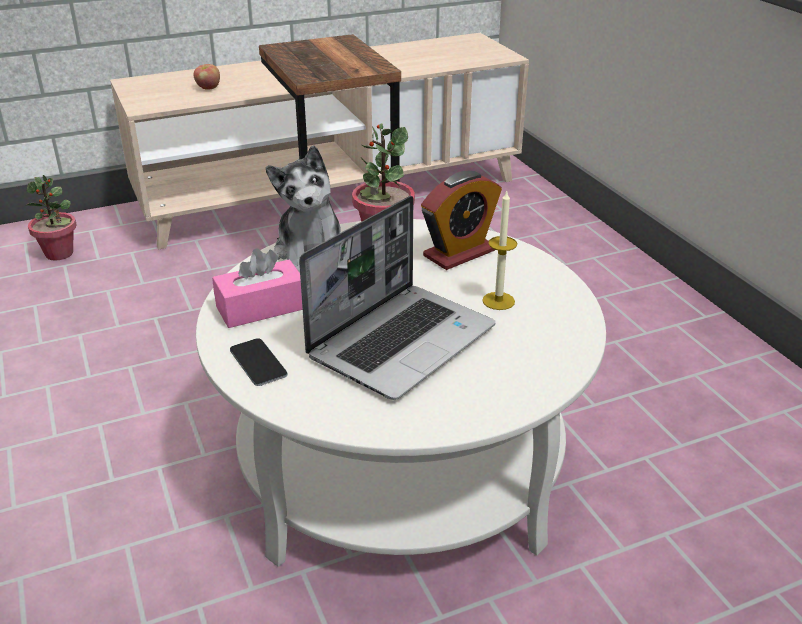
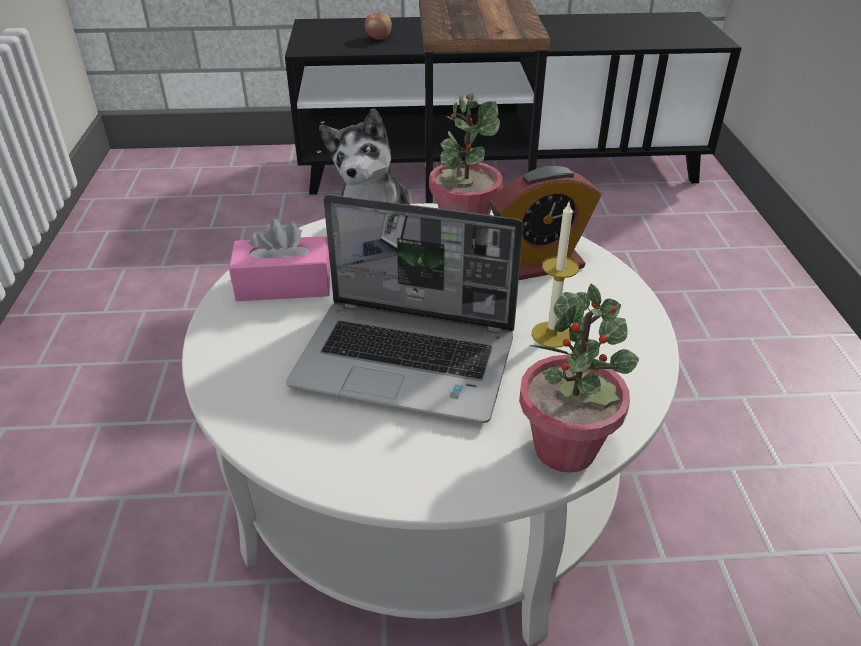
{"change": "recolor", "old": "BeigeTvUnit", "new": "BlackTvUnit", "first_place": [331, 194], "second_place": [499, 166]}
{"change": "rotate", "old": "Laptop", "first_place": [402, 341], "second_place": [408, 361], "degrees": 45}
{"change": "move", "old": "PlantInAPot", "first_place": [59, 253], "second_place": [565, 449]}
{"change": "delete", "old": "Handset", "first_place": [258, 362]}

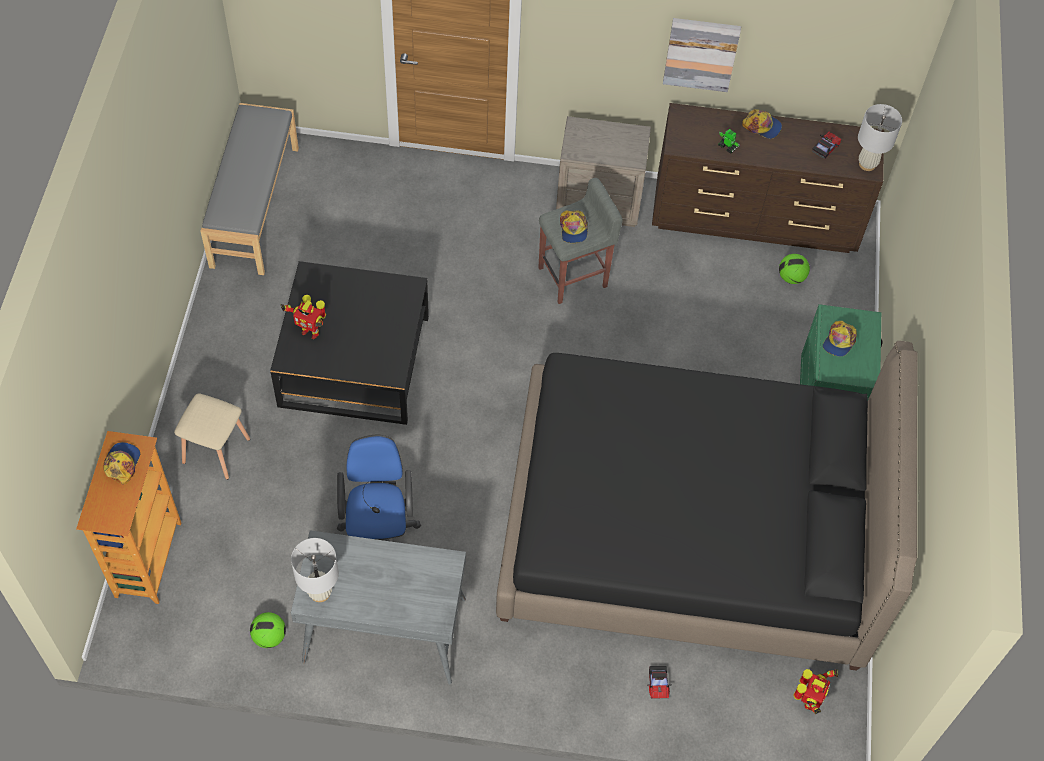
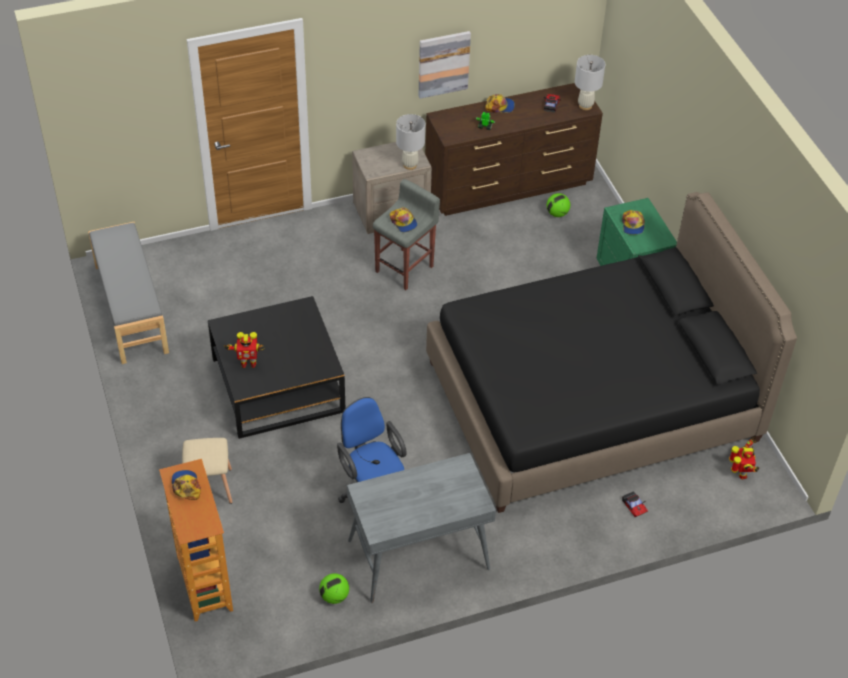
{"change": "move", "old": "WhitishTabletopLamp", "first_place": [320, 592], "second_place": [410, 165]}

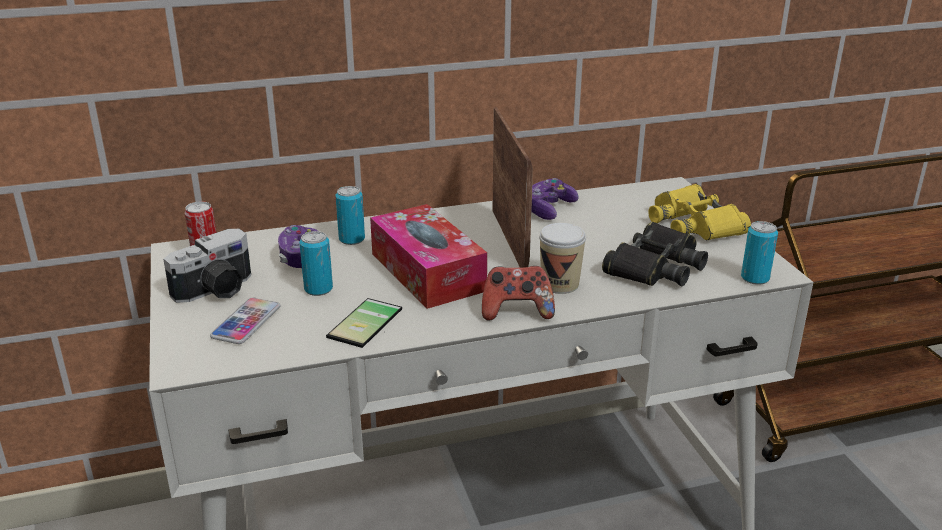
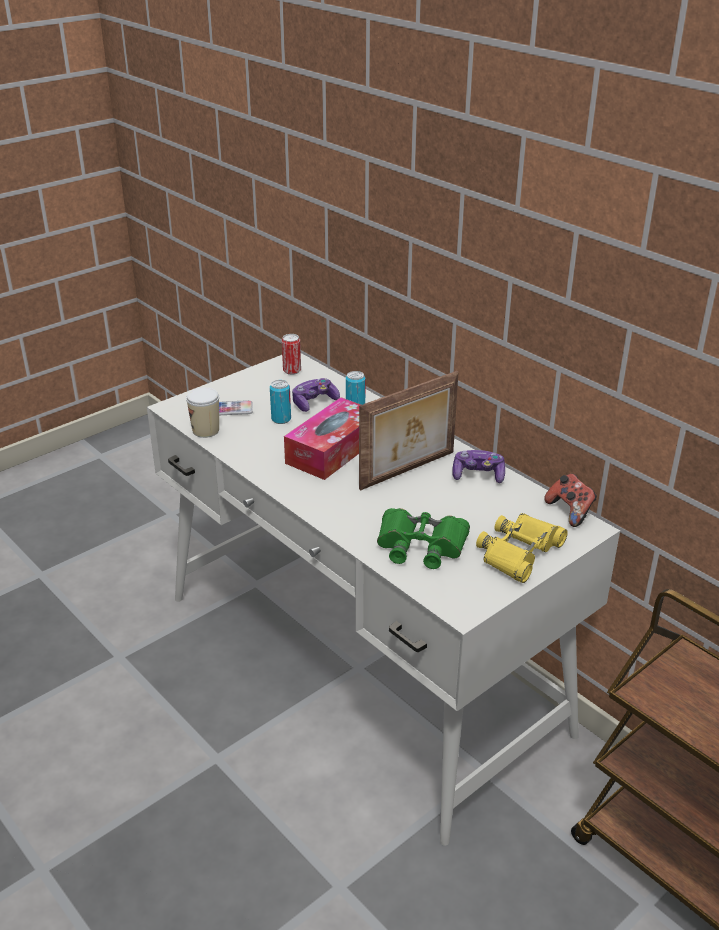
{"change": "move", "old": "SmallCup", "first_place": [560, 284], "second_place": [205, 430]}
{"change": "recolor", "old": "BlackPairOfBinoculars", "new": "GreenPairOfBinoculars", "first_place": [655, 266], "second_place": [421, 545]}
{"change": "move", "old": "Gamepad", "first_place": [517, 311], "second_place": [570, 511]}
{"change": "delete", "old": "PhotoCamera", "first_place": [217, 290]}
{"change": "delete", "old": "Handset", "first_place": [369, 324]}
{"change": "delete", "old": "Can", "first_place": [755, 278]}

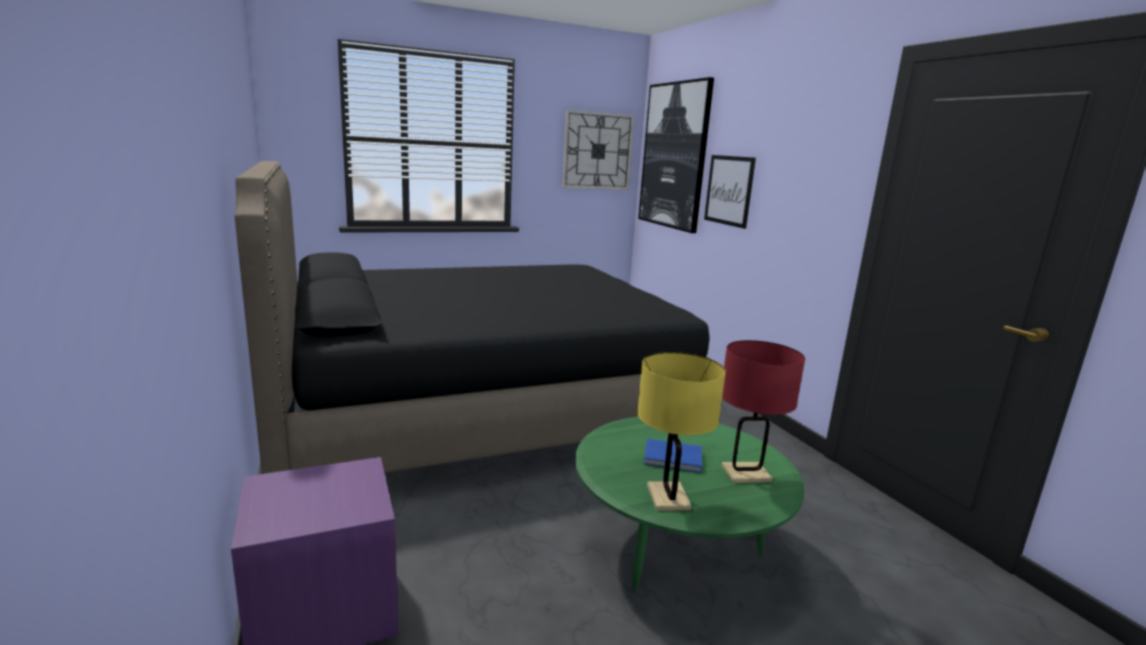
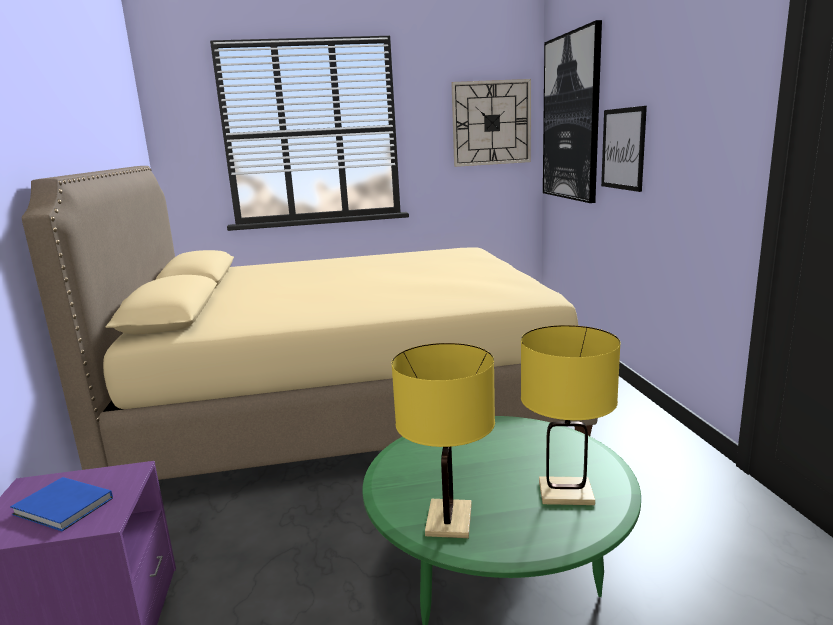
{"change": "move", "old": "BlueBook", "first_place": [674, 459], "second_place": [63, 507]}
{"change": "recolor", "old": "BlackSleepingBed", "new": "BeigeSleepingBed", "first_place": [481, 406], "second_place": [349, 402]}
{"change": "recolor", "old": "ReddishTabletopLamp", "new": "YellowTabletopLamp", "first_place": [746, 474], "second_place": [565, 493]}

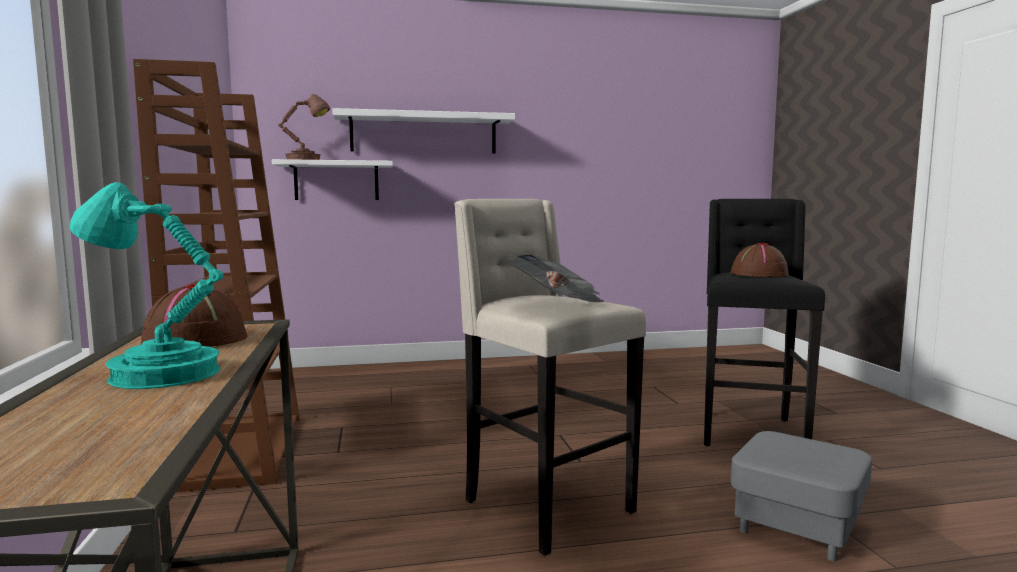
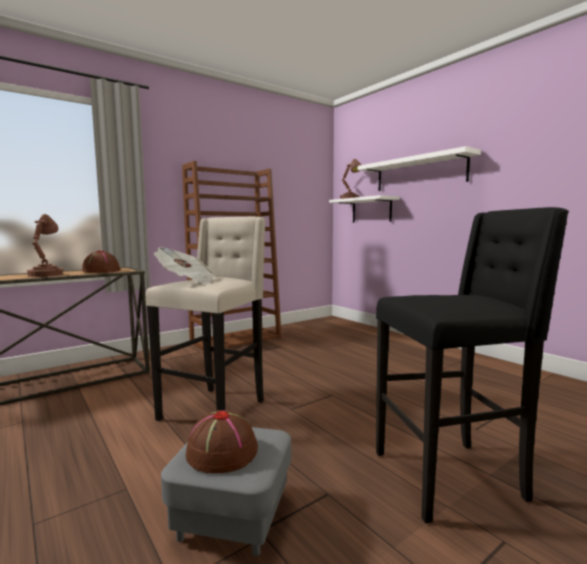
{"change": "recolor", "old": "TurquoiseColouredTabletopLamp", "new": "BrownTabletopLamp", "first_place": [157, 374], "second_place": [46, 274]}
{"change": "move", "old": "BrownClothingHat", "first_place": [758, 275], "second_place": [221, 452]}

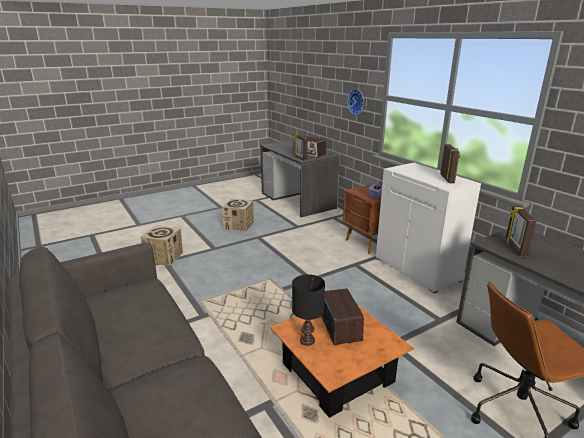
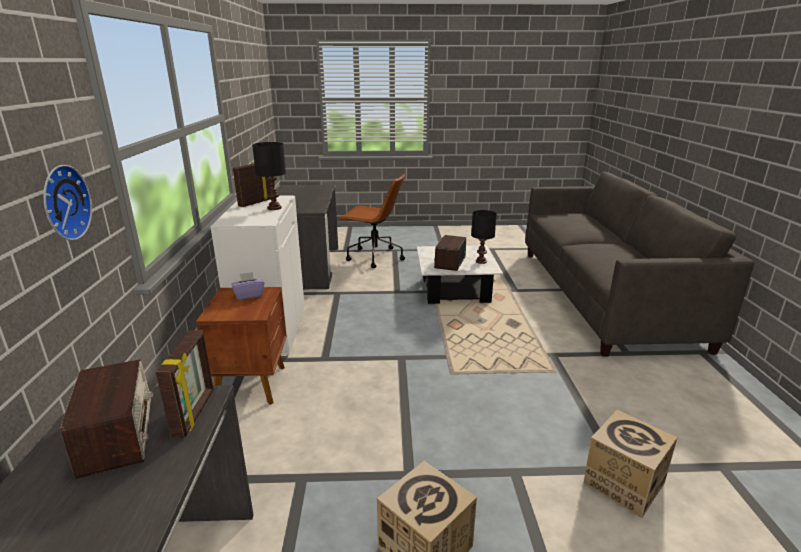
{"change": "insert", "new": "BlackTabletopLamp", "second_place": [273, 208]}
{"change": "recolor", "old": "OrangeColouredLowTable", "new": "WhitishLowTable", "first_place": [337, 372], "second_place": [455, 290]}
{"change": "delete", "old": "PhotoFrame", "first_place": [515, 248]}

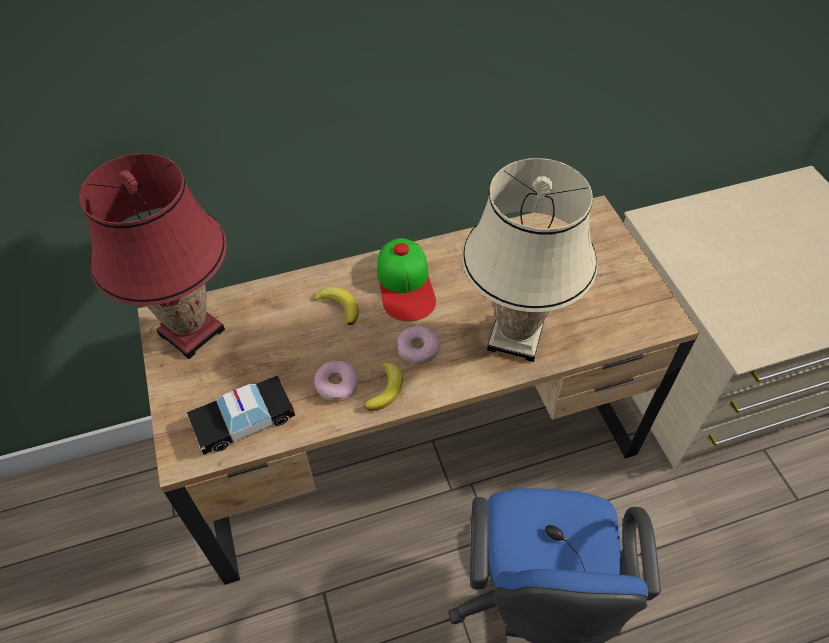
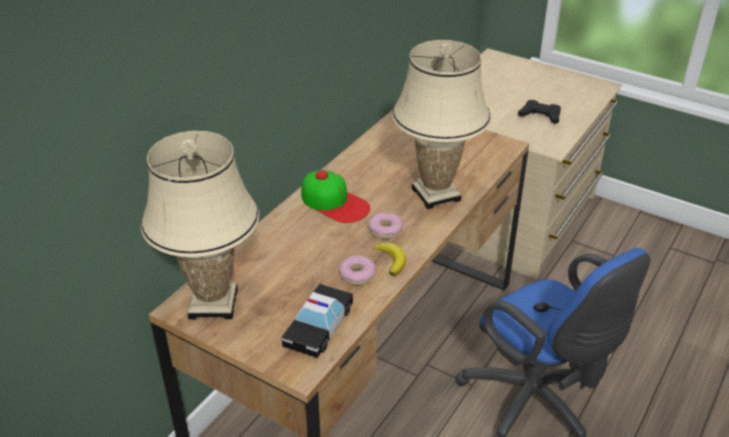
{"change": "recolor", "old": "ReddishTabletopLamp", "new": "BeigeTabletopLamp", "first_place": [191, 332], "second_place": [213, 304]}
{"change": "insert", "new": "BlackGamepad", "second_place": [540, 115]}
{"change": "delete", "old": "WholeBanana", "first_place": [340, 306]}

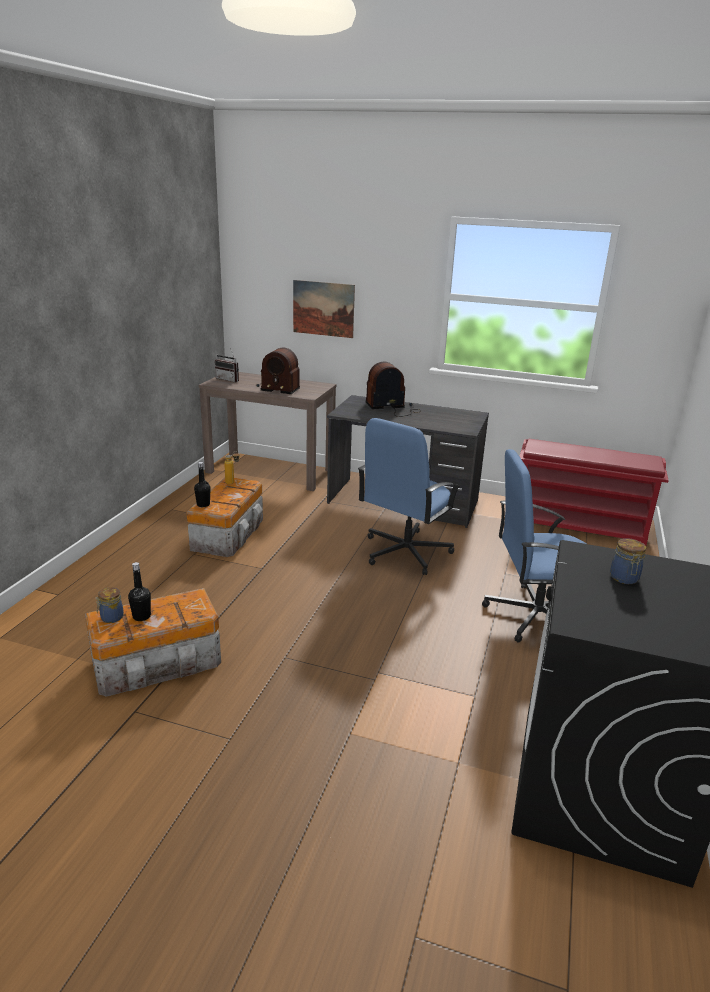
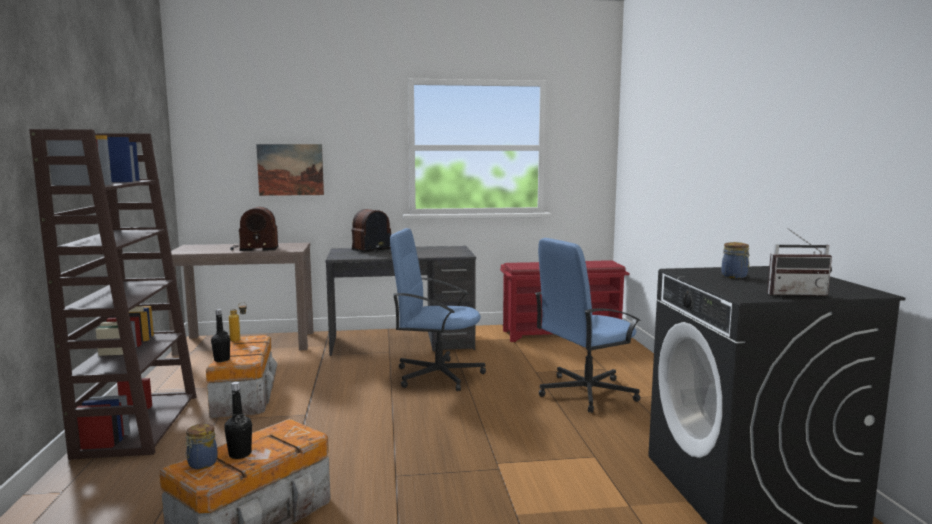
{"change": "insert", "new": "BrownShelvingUnit", "second_place": [138, 424]}
{"change": "rotate", "old": "BlueComputerChair", "first_place": [405, 552], "second_place": [437, 375], "degrees": 90}
{"change": "move", "old": "Radio", "first_place": [229, 379], "second_place": [794, 294]}

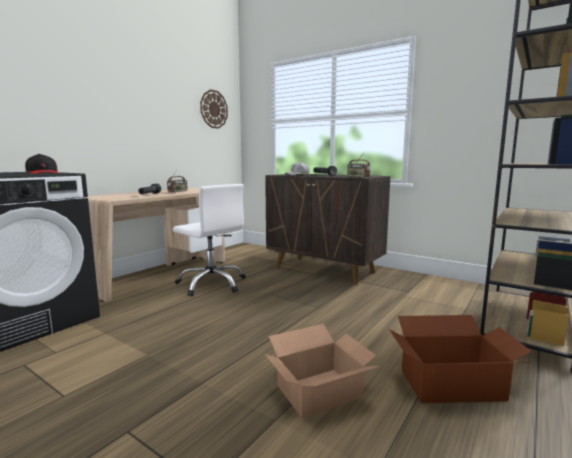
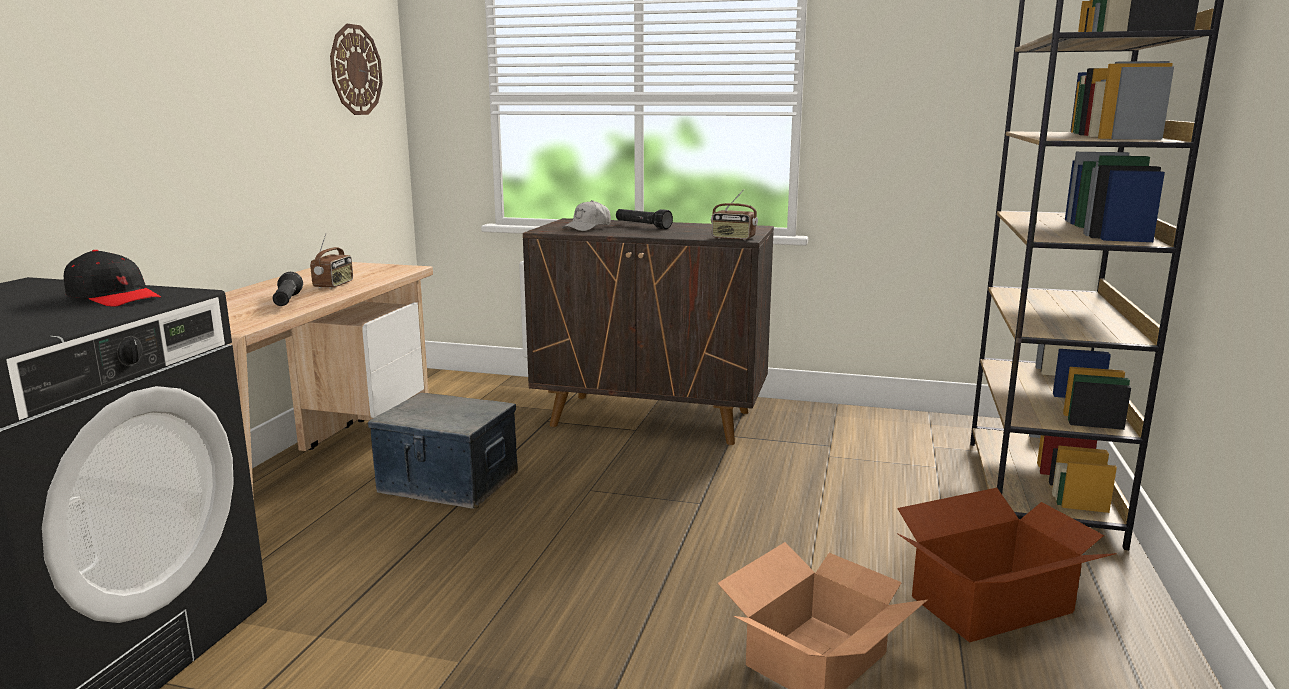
{"change": "replace", "old": "WhitishComputerChair", "new": "StorageContainer", "first_place": [212, 284], "second_place": [448, 483]}

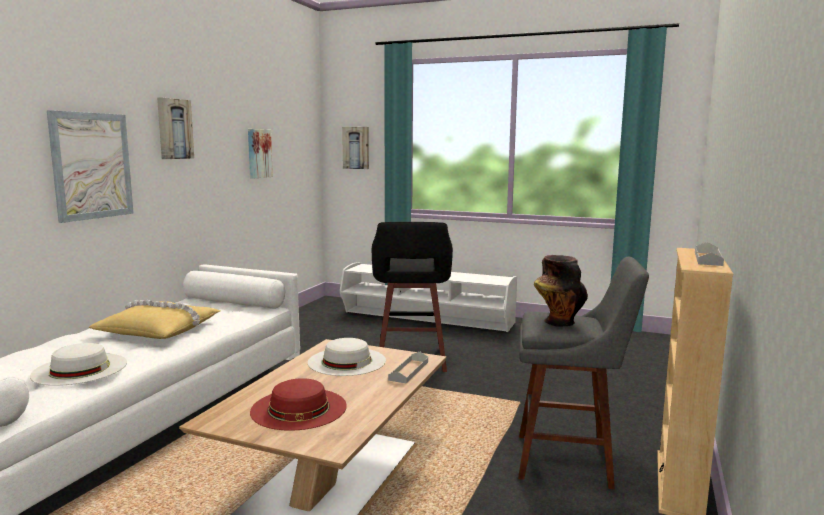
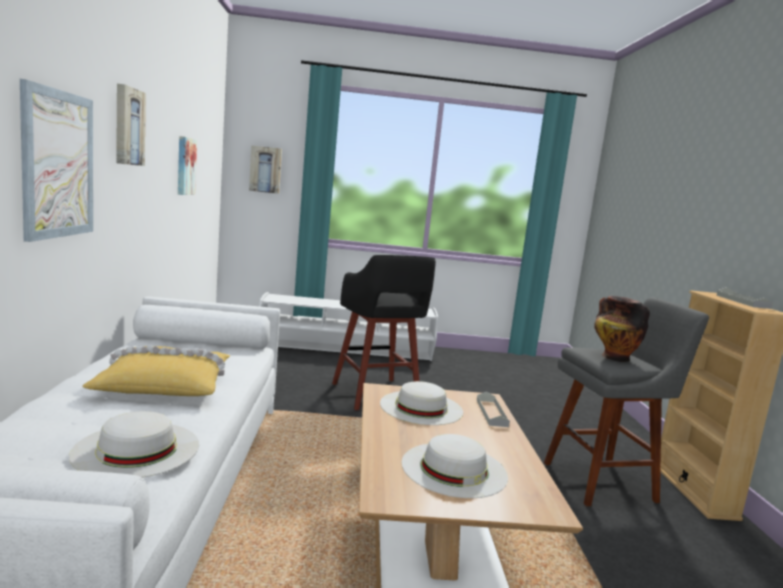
{"change": "recolor", "old": "ReddishClothingHat", "new": "WhitishClothingHat", "first_place": [299, 408], "second_place": [454, 469]}

